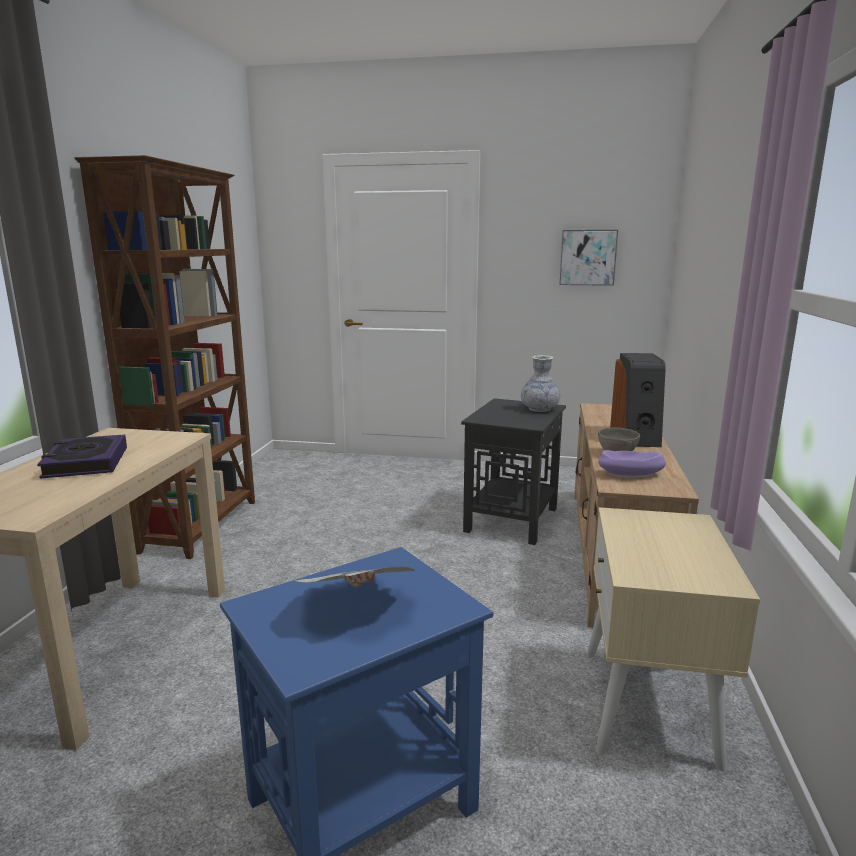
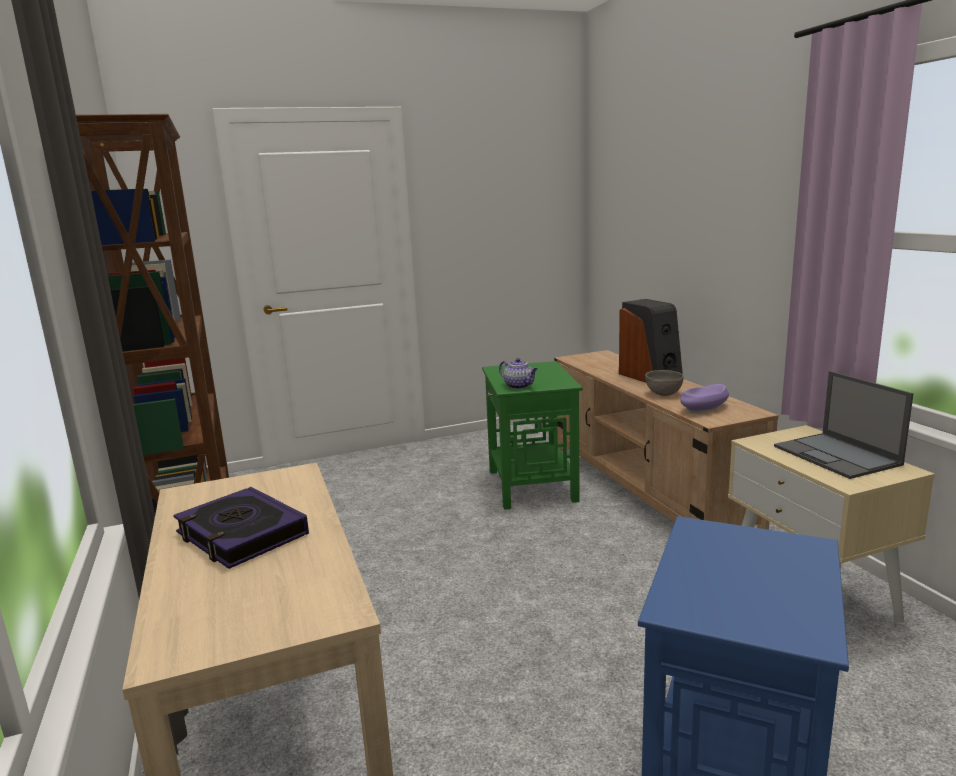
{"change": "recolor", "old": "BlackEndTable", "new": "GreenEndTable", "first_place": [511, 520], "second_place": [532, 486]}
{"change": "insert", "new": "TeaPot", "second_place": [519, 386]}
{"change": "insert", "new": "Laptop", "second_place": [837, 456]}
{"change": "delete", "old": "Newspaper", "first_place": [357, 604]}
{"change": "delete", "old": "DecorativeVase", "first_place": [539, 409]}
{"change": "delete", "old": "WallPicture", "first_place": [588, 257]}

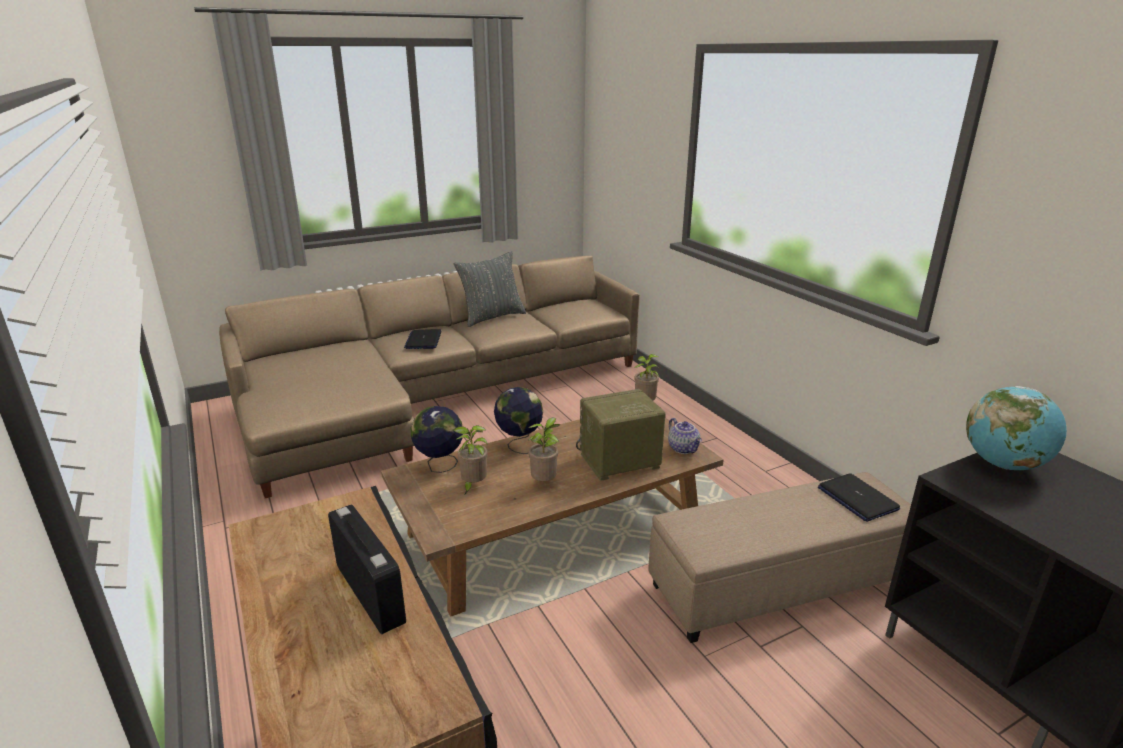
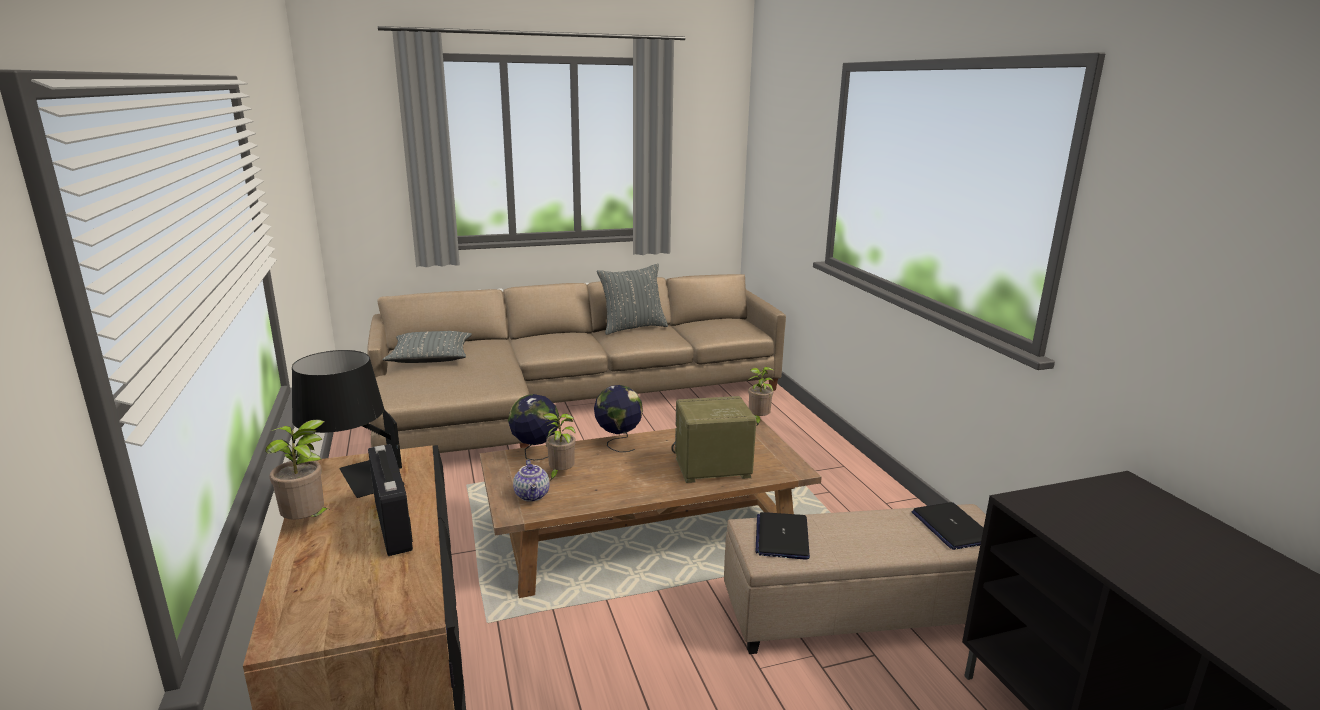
{"change": "move", "old": "PlantInAPot", "first_place": [545, 482], "second_place": [308, 522]}
{"change": "insert", "new": "BlackTabletopLamp", "second_place": [355, 481]}
{"change": "insert", "new": "GrayCushion", "second_place": [430, 357]}
{"change": "move", "old": "TeaPot", "first_place": [684, 448], "second_place": [533, 495]}
{"change": "move", "old": "Laptop", "first_place": [423, 340], "second_place": [782, 537]}
{"change": "delete", "old": "Globe", "first_place": [1003, 464]}

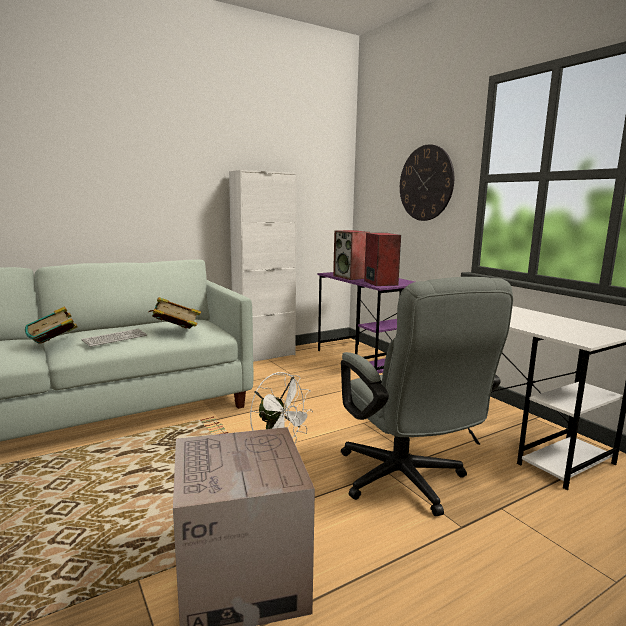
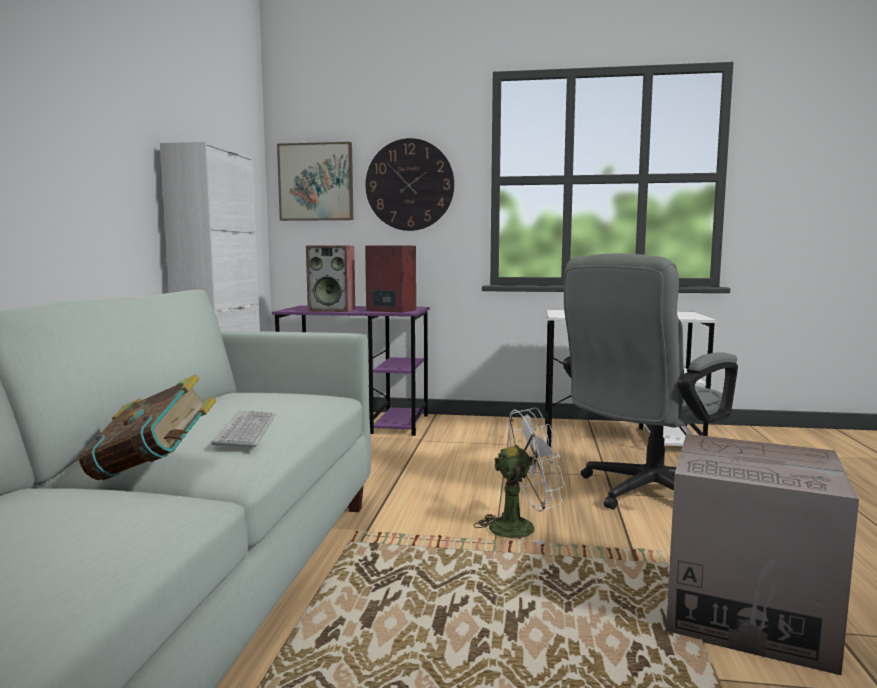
{"change": "insert", "new": "WallPicture", "second_place": [316, 182]}
{"change": "rotate", "old": "GrayComputerChair", "first_place": [406, 483], "second_place": [643, 493], "degrees": 120}
{"change": "delete", "old": "Book", "first_place": [175, 332]}

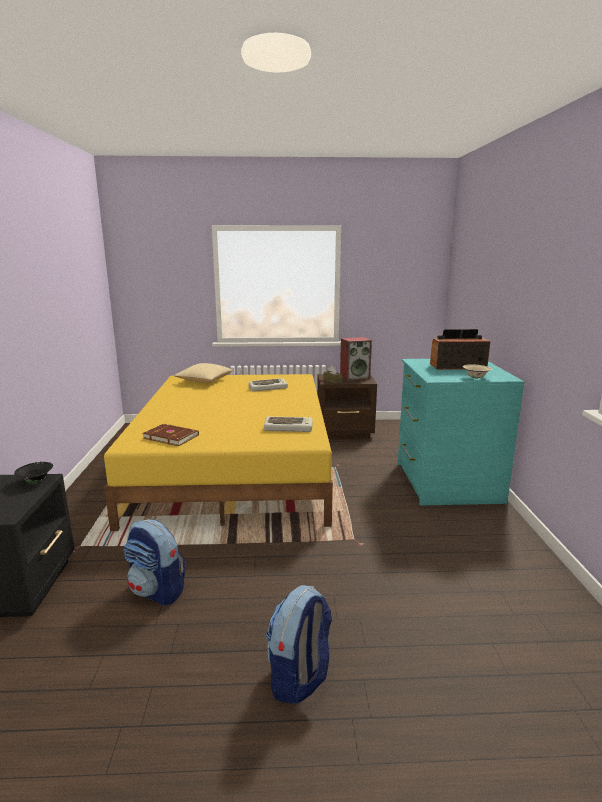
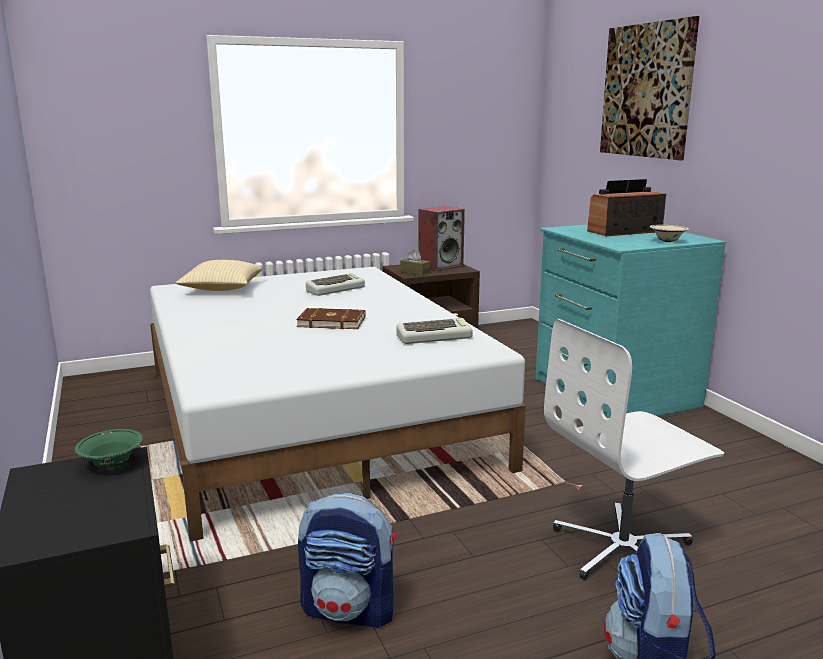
{"change": "recolor", "old": "BlackDeepDish", "new": "GreenDeepDish", "first_place": [36, 481], "second_place": [112, 464]}
{"change": "recolor", "old": "YellowSleepingBed", "new": "WhitishSleepingBed", "first_place": [235, 467], "second_place": [312, 415]}
{"change": "move", "old": "BrownBook", "first_place": [171, 436], "second_place": [331, 321]}
{"change": "insert", "new": "WhitishComputerChair", "second_place": [624, 549]}
{"change": "insert", "new": "WallPicture", "second_place": [646, 91]}

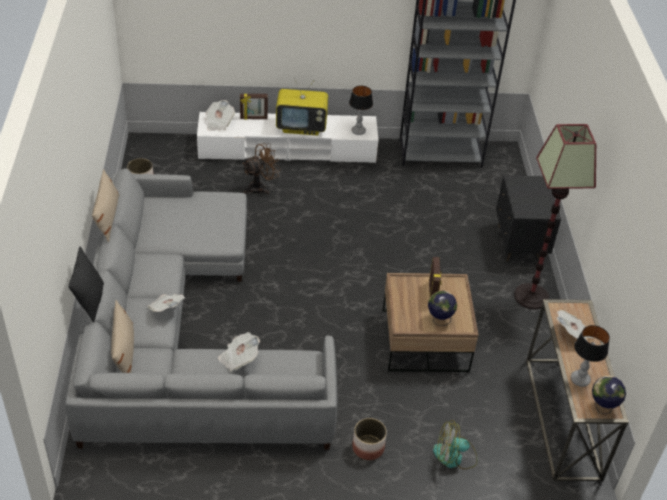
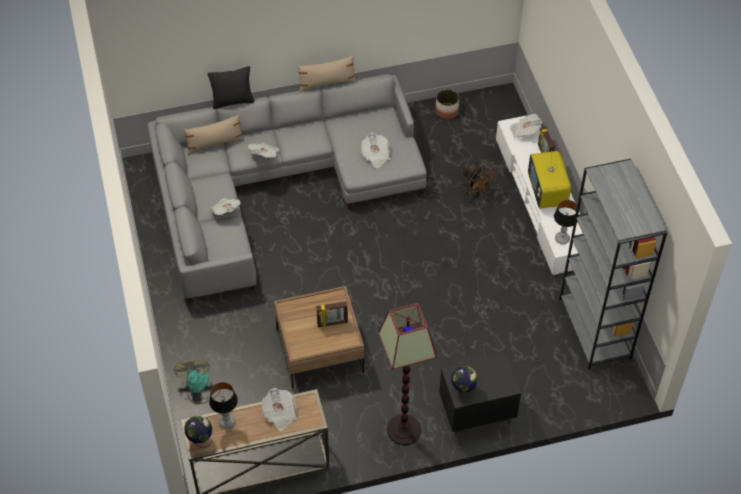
{"change": "insert", "new": "Newspaper", "second_place": [376, 156]}
{"change": "move", "old": "Globe", "first_place": [439, 320], "second_place": [463, 389]}
{"change": "delete", "old": "Planter", "first_place": [368, 447]}

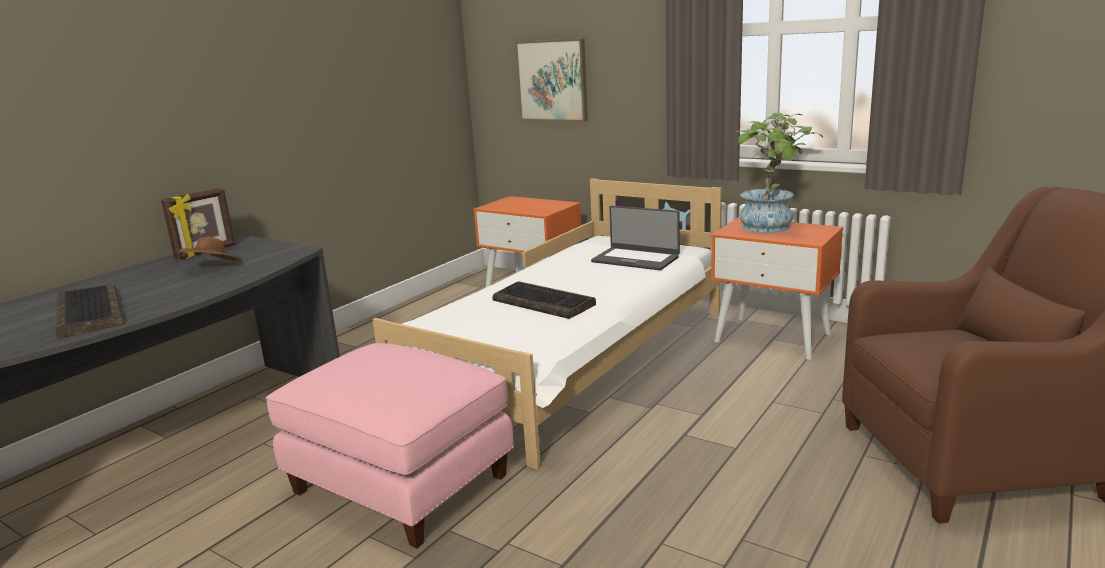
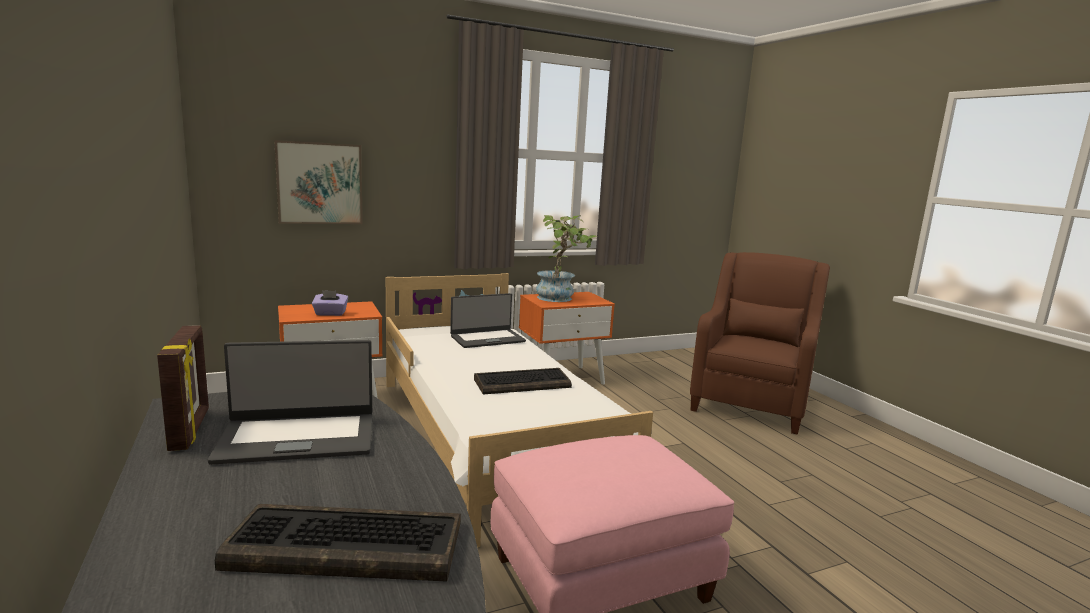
{"change": "replace", "old": "BrownClothingHat", "new": "Laptop", "first_place": [213, 268], "second_place": [298, 437]}
{"change": "insert", "new": "PurplishBoxOfTissues", "second_place": [330, 313]}

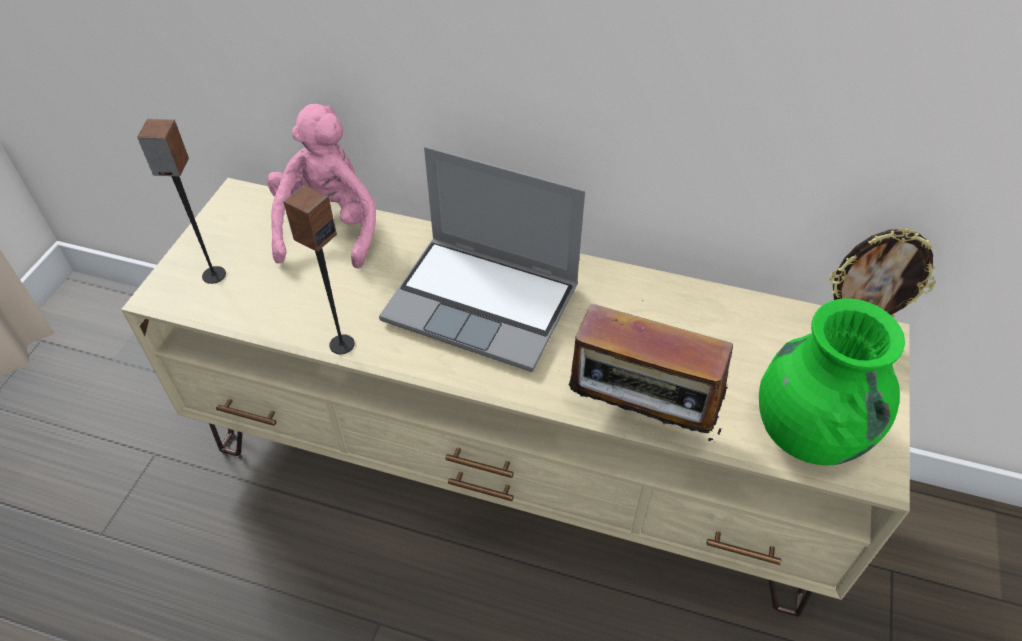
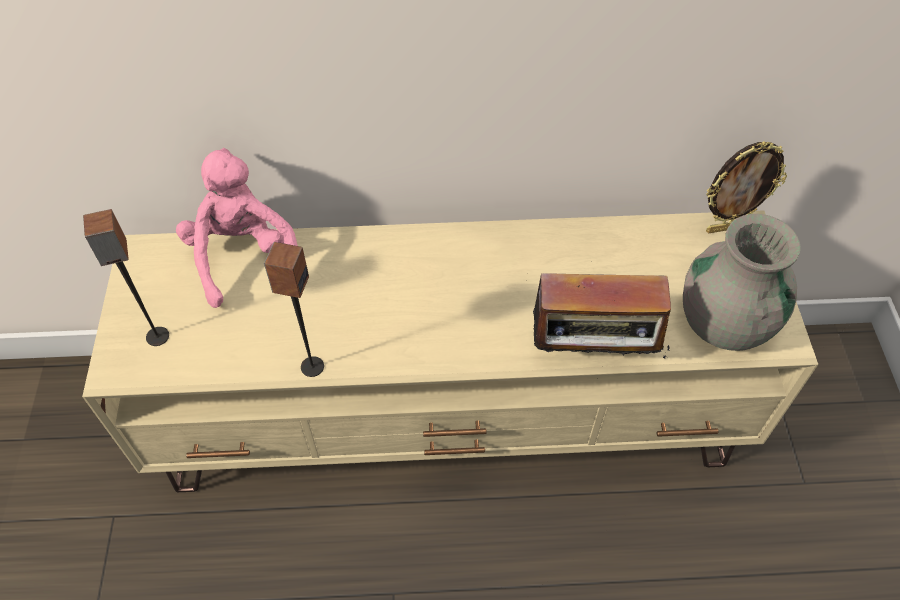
{"change": "recolor", "old": "GreenDecorativeVase", "new": "GrayDecorativeVase", "first_place": [809, 430], "second_place": [724, 322]}
{"change": "delete", "old": "Laptop", "first_place": [484, 303]}

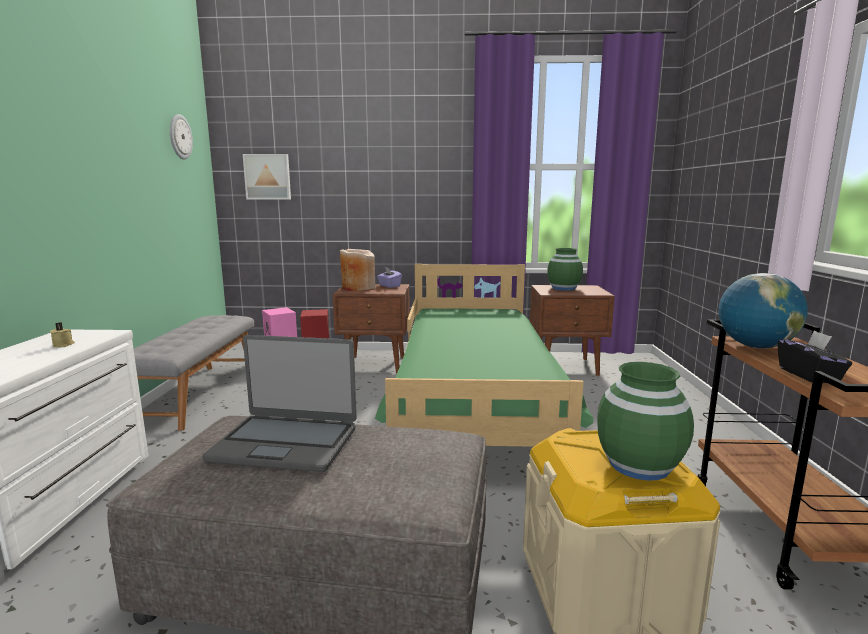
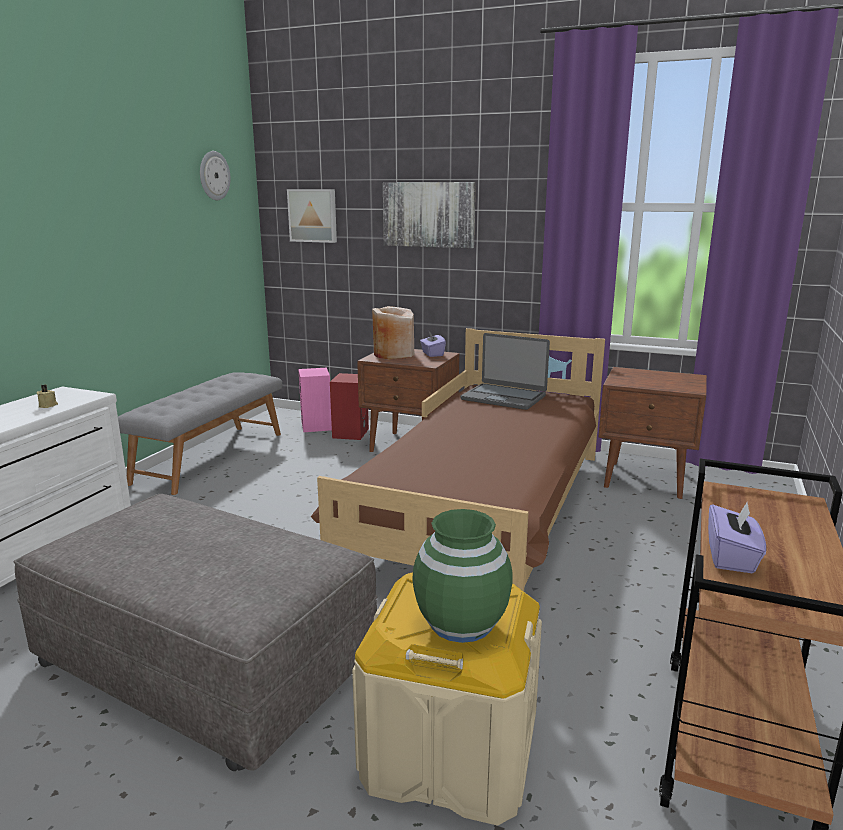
{"change": "recolor", "old": "GreenSleepingBed", "new": "BrownSleepingBed", "first_place": [474, 403], "second_place": [486, 512]}
{"change": "insert", "new": "WallPicture", "second_place": [429, 214]}
{"change": "move", "old": "Laptop", "first_place": [285, 443], "second_place": [504, 397]}
{"change": "recolor", "old": "BlackBoxOfTissues", "new": "PurplishBoxOfTissues", "first_place": [809, 375], "second_place": [731, 557]}
{"change": "delete", "old": "GreenDecorativeVase", "first_place": [564, 288]}
{"change": "delete", "old": "Globe", "first_place": [755, 347]}

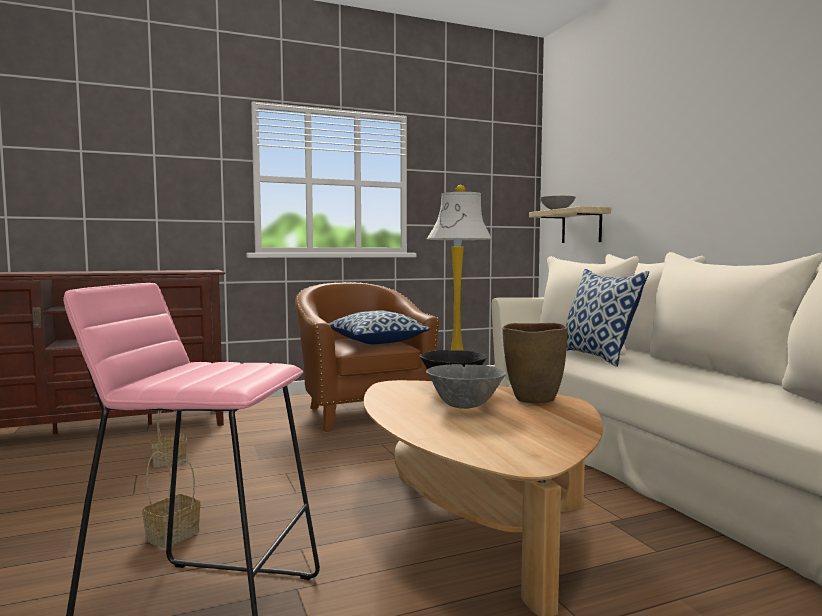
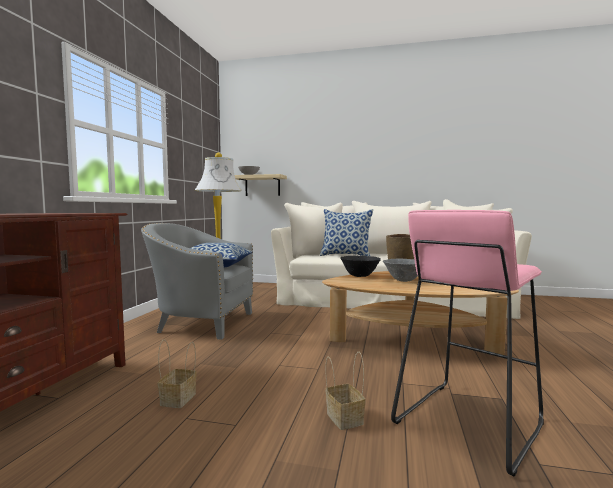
{"change": "recolor", "old": "BrownArmchair", "new": "GrayArmchair", "first_place": [362, 412], "second_place": [200, 323]}

